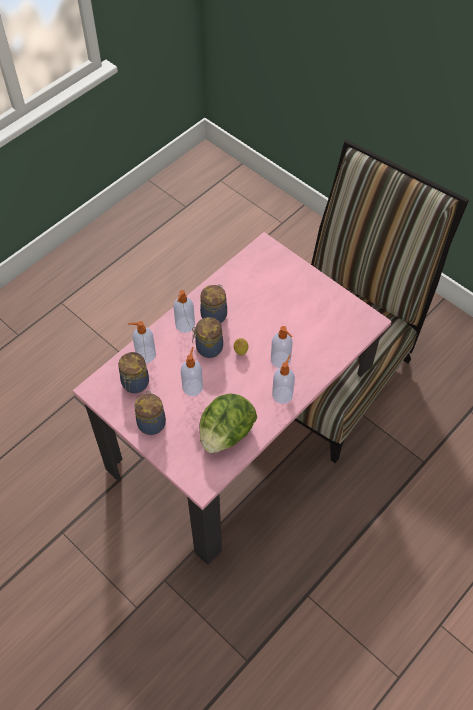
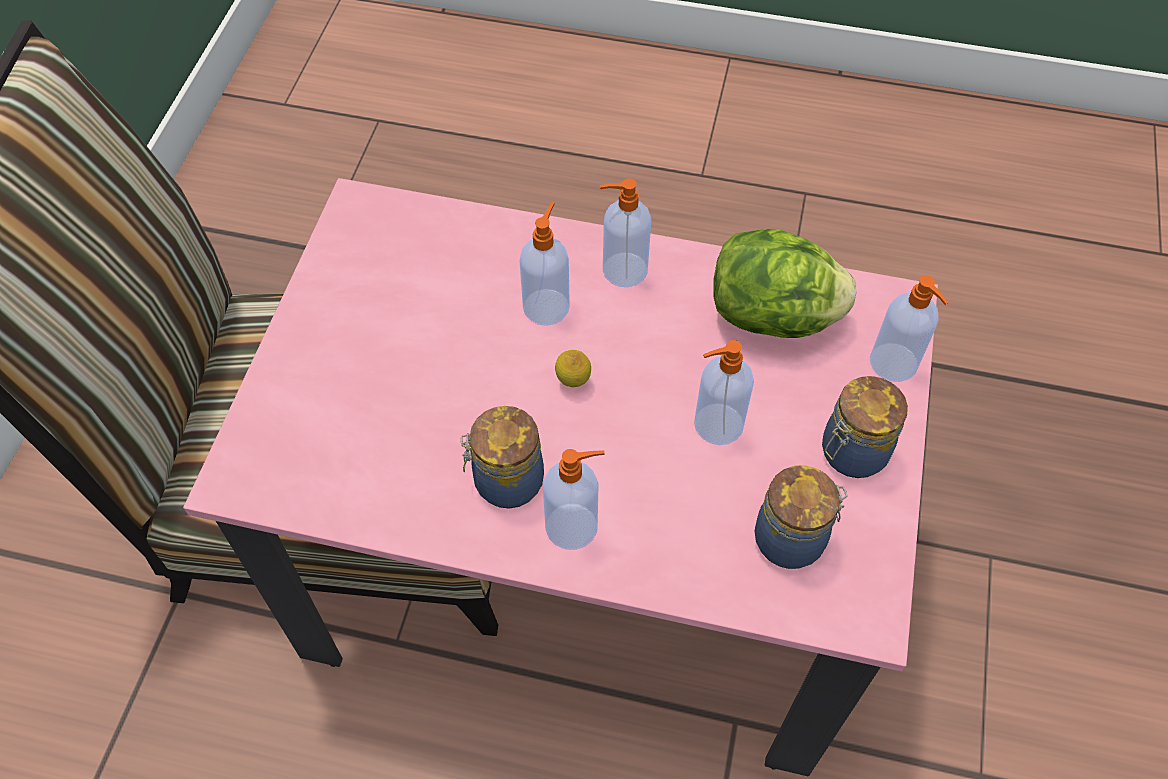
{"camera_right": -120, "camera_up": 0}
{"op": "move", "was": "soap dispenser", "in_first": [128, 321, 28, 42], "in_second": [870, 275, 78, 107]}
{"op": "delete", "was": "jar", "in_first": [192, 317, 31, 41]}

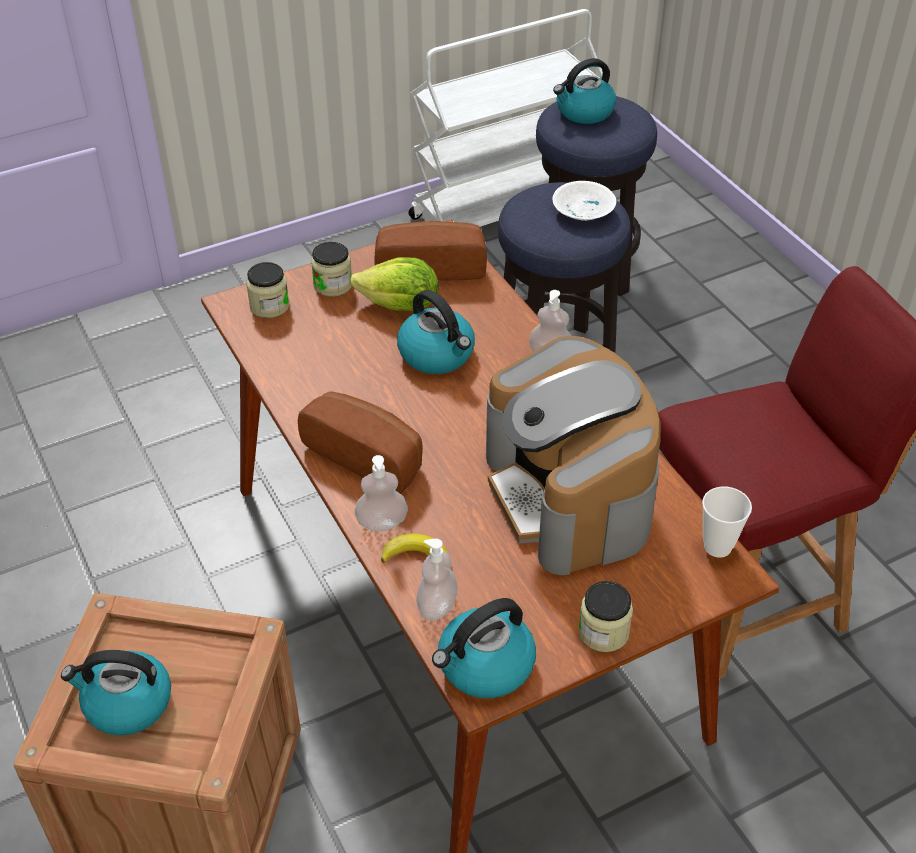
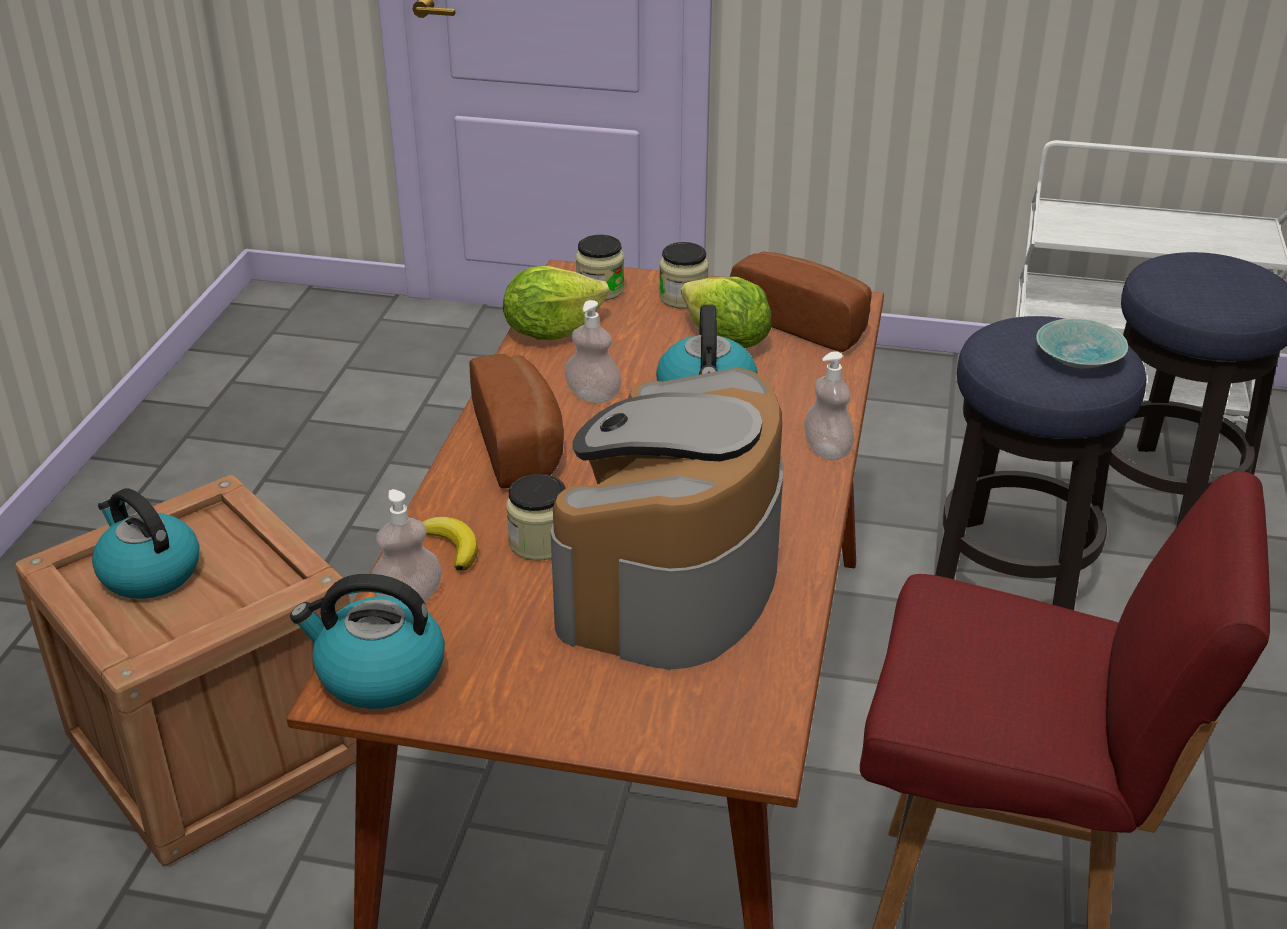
{"camera_right": 40, "camera_up": -10}
{"op": "move", "was": "soap dispenser", "in_first": [355, 455, 53, 76], "in_second": [565, 300, 56, 103]}
{"op": "recolor", "was": "bowl (white)", "now": "bowl (turquoise)", "in_first": [552, 181, 64, 40], "in_second": [1036, 318, 92, 51]}
{"op": "delete", "was": "kettle", "in_first": [553, 58, 63, 66]}
{"op": "move", "was": "jar", "in_first": [578, 581, 55, 71], "in_second": [506, 474, 59, 87]}
{"op": "delete", "was": "cup", "in_first": [702, 487, 50, 71]}
{"op": "insert", "now": "lettuce", "in_second": [503, 266, 106, 74]}

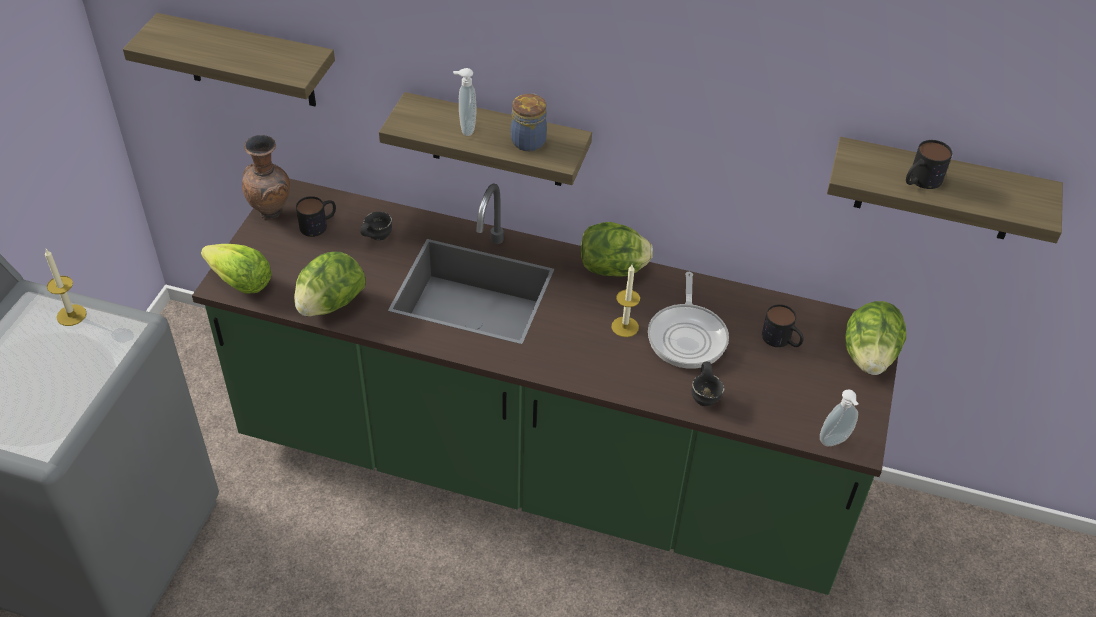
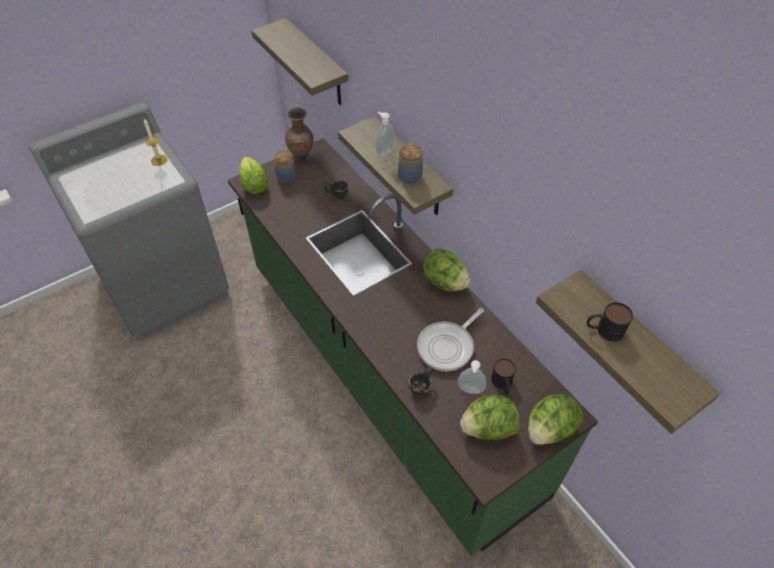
{"camera_right": 40, "camera_up": 5}
{"op": "move", "was": "lettuce", "in_first": [294, 252, 72, 64], "in_second": [460, 395, 60, 45]}
{"op": "delete", "was": "mug", "in_first": [296, 196, 40, 41]}
{"op": "delete", "was": "candle", "in_first": [612, 265, 28, 72]}
{"op": "move", "was": "soap dispenser", "in_first": [820, 390, 38, 56], "in_second": [458, 360, 28, 34]}
{"op": "insert", "now": "jar", "in_second": [274, 151, 22, 32]}

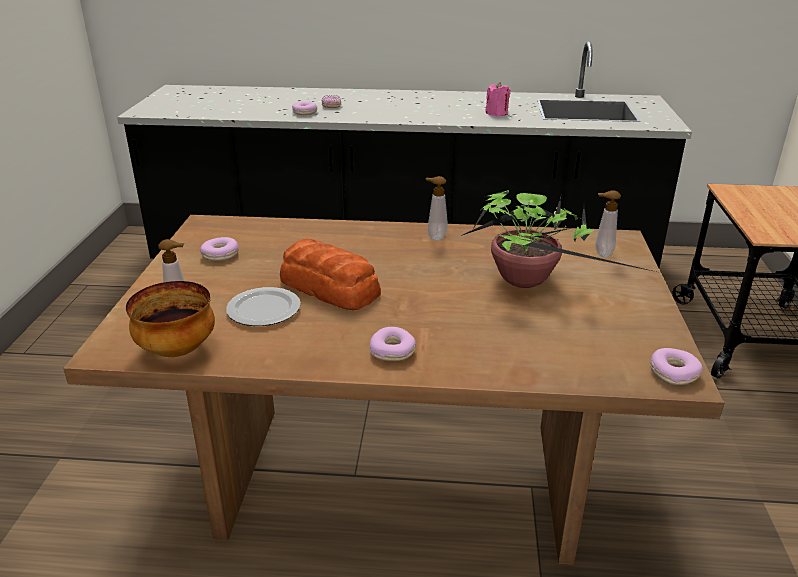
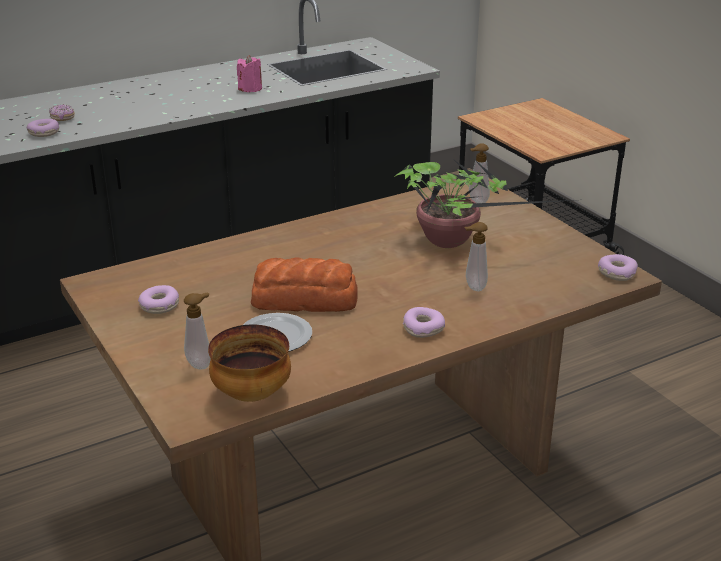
{"camera_right": -35, "camera_up": 0}
{"op": "move", "was": "soap dispenser", "in_first": [425, 176, 23, 65], "in_second": [464, 222, 24, 69]}

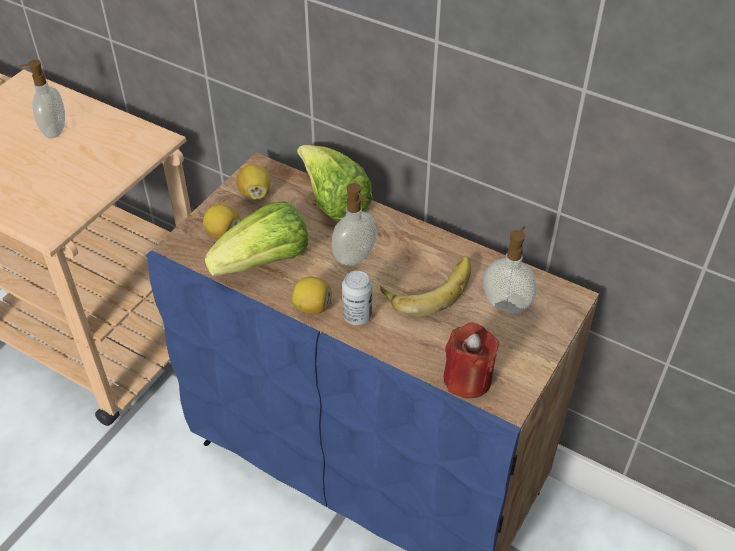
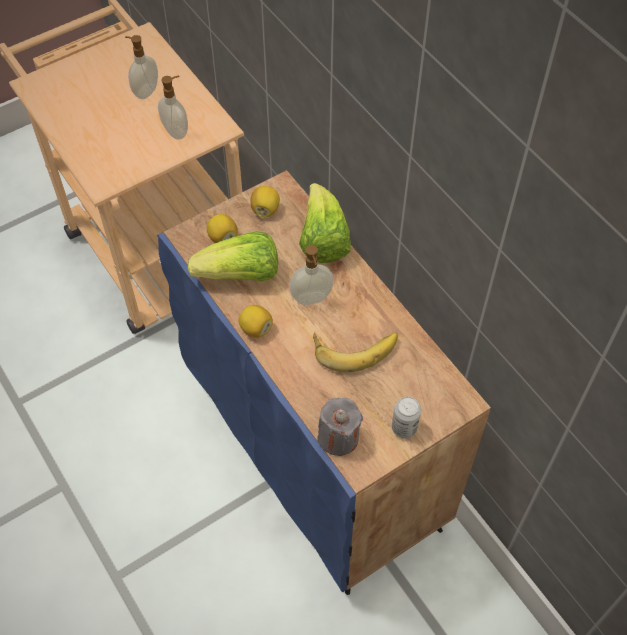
{"camera_right": 25, "camera_up": 10}
{"op": "move", "was": "can", "in_first": [342, 270, 30, 55], "in_second": [392, 396, 29, 43]}
{"op": "recolor", "was": "candle (red)", "now": "candle (grey)", "in_first": [443, 323, 56, 76], "in_second": [317, 398, 46, 58]}
{"op": "move", "was": "soap dispenser", "in_first": [483, 226, 53, 88], "in_second": [158, 75, 30, 65]}

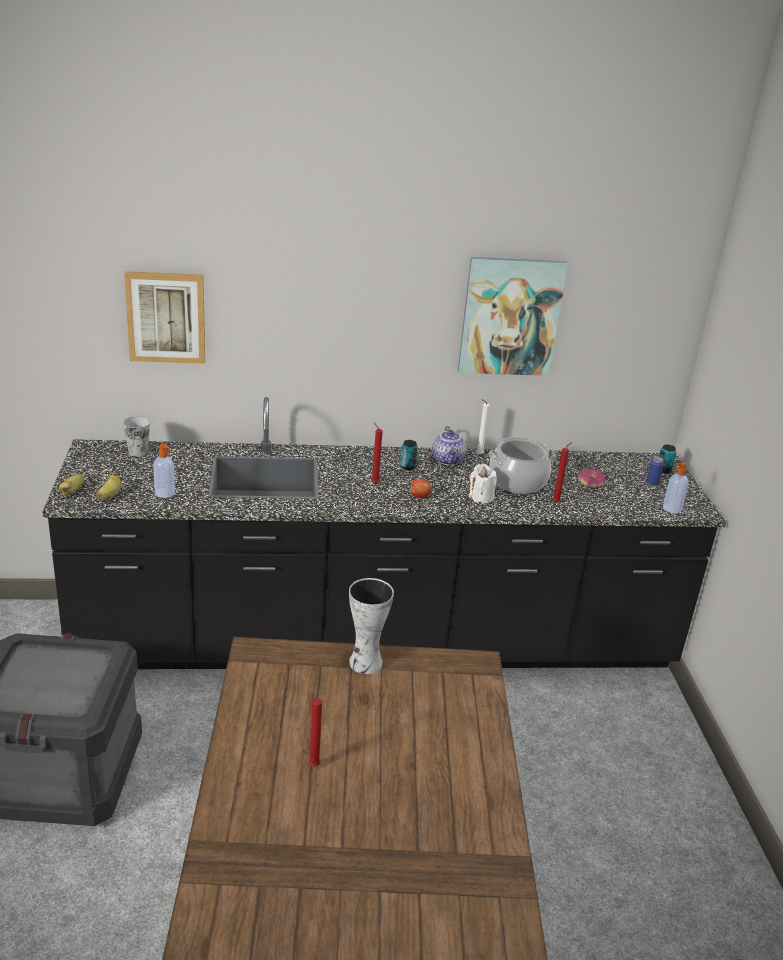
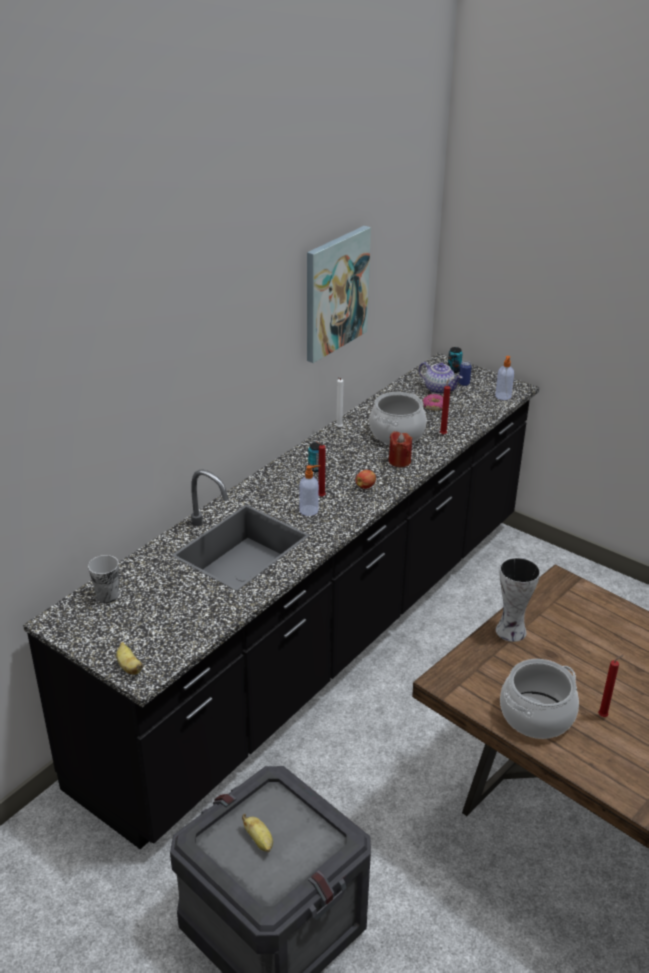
{"camera_right": -45, "camera_up": 5}
{"op": "move", "was": "banana", "in_first": [96, 472, 25, 28], "in_second": [242, 814, 31, 38]}
{"op": "delete", "was": "picture", "in_first": [124, 271, 81, 93]}
{"op": "move", "was": "soap dispenser", "in_first": [153, 444, 22, 54], "in_second": [299, 465, 21, 51]}
{"op": "move", "was": "teapot", "in_first": [432, 426, 34, 39], "in_second": [419, 362, 44, 32]}
{"op": "recolor", "was": "candle (white)", "now": "candle (red)", "in_first": [469, 464, 28, 40], "in_second": [389, 431, 23, 36]}
{"op": "insert", "now": "cooking pot", "in_second": [500, 659, 79, 80]}

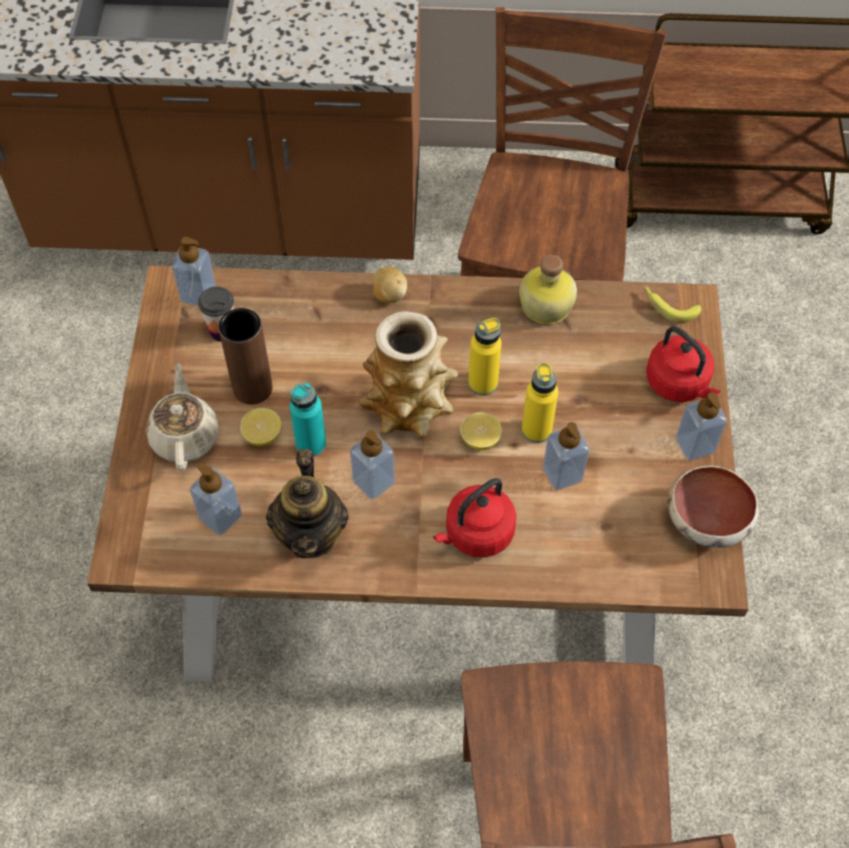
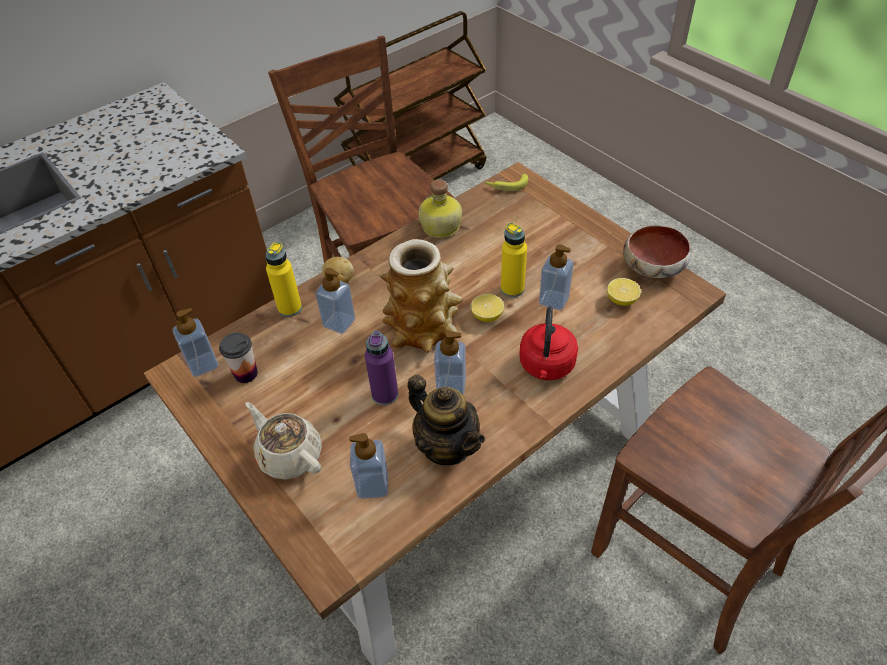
{"camera_right": -40, "camera_up": -10}
{"op": "delete", "was": "vase (brown)", "in_first": [218, 308, 55, 97]}
{"op": "move", "was": "lemon", "in_first": [240, 408, 42, 38], "in_second": [607, 278, 34, 28]}
{"op": "recolor", "was": "bottle (turquoise)", "now": "bottle (purple)", "in_first": [290, 382, 36, 75], "in_second": [365, 331, 33, 74]}
{"op": "move", "was": "bottle (yellow)", "in_first": [468, 318, 34, 78], "in_second": [266, 242, 36, 75]}
{"op": "delete", "was": "kettle (red)", "in_first": [646, 326, 74, 76]}
{"op": "move", "was": "soap dispenser", "in_first": [676, 392, 51, 69], "in_second": [315, 268, 40, 66]}

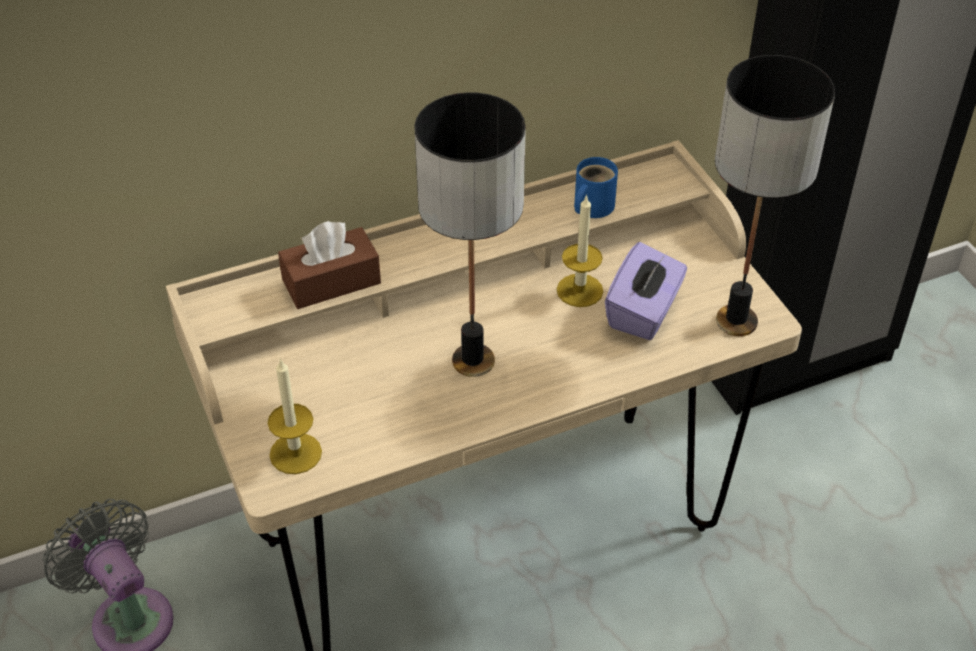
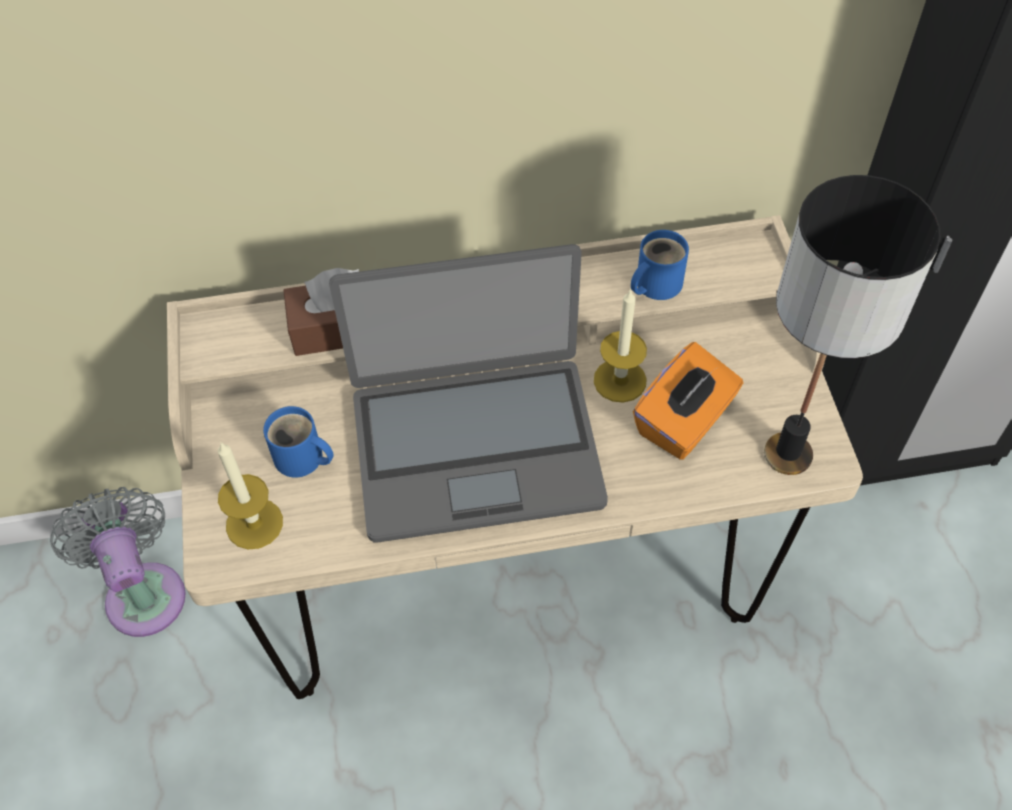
{"camera_right": 15, "camera_up": 10}
{"op": "replace", "was": "table lamp", "now": "laptop", "in_first": [414, 92, 112, 285], "in_second": [329, 244, 279, 299]}
{"op": "recolor", "was": "tissue box (purple)", "now": "tissue box (orange)", "in_first": [605, 242, 82, 98], "in_second": [633, 342, 110, 118]}
{"op": "insert", "now": "mug (blue)", "in_second": [263, 406, 71, 72]}

